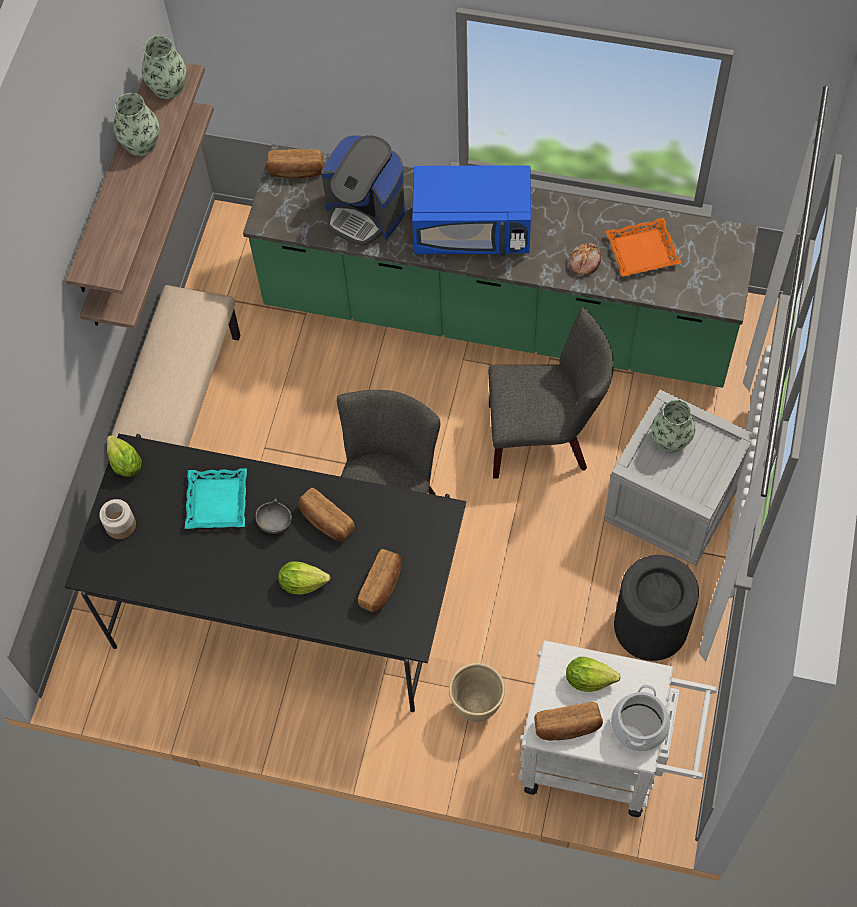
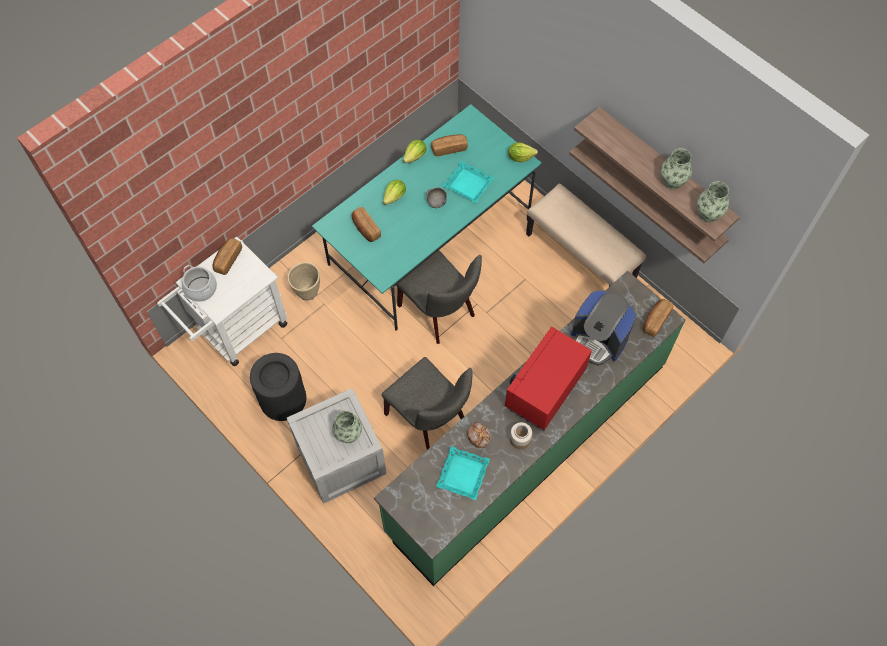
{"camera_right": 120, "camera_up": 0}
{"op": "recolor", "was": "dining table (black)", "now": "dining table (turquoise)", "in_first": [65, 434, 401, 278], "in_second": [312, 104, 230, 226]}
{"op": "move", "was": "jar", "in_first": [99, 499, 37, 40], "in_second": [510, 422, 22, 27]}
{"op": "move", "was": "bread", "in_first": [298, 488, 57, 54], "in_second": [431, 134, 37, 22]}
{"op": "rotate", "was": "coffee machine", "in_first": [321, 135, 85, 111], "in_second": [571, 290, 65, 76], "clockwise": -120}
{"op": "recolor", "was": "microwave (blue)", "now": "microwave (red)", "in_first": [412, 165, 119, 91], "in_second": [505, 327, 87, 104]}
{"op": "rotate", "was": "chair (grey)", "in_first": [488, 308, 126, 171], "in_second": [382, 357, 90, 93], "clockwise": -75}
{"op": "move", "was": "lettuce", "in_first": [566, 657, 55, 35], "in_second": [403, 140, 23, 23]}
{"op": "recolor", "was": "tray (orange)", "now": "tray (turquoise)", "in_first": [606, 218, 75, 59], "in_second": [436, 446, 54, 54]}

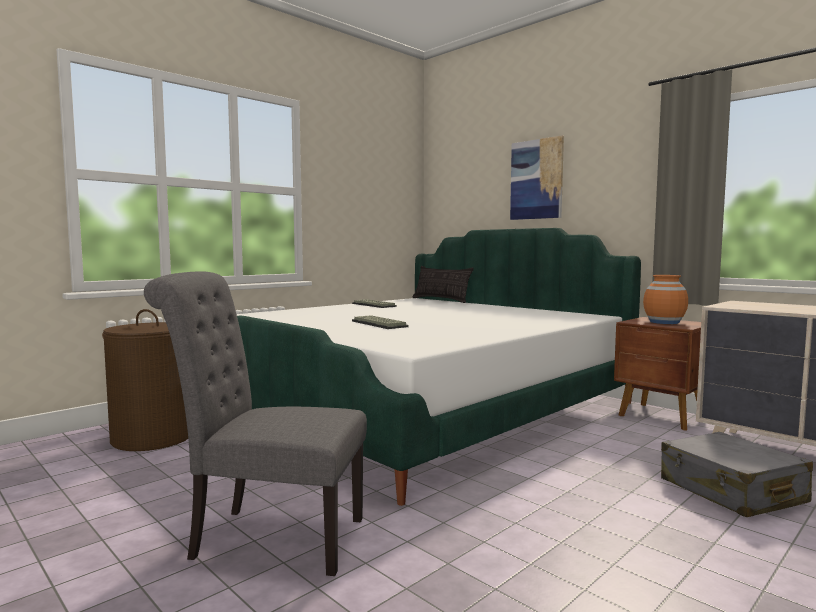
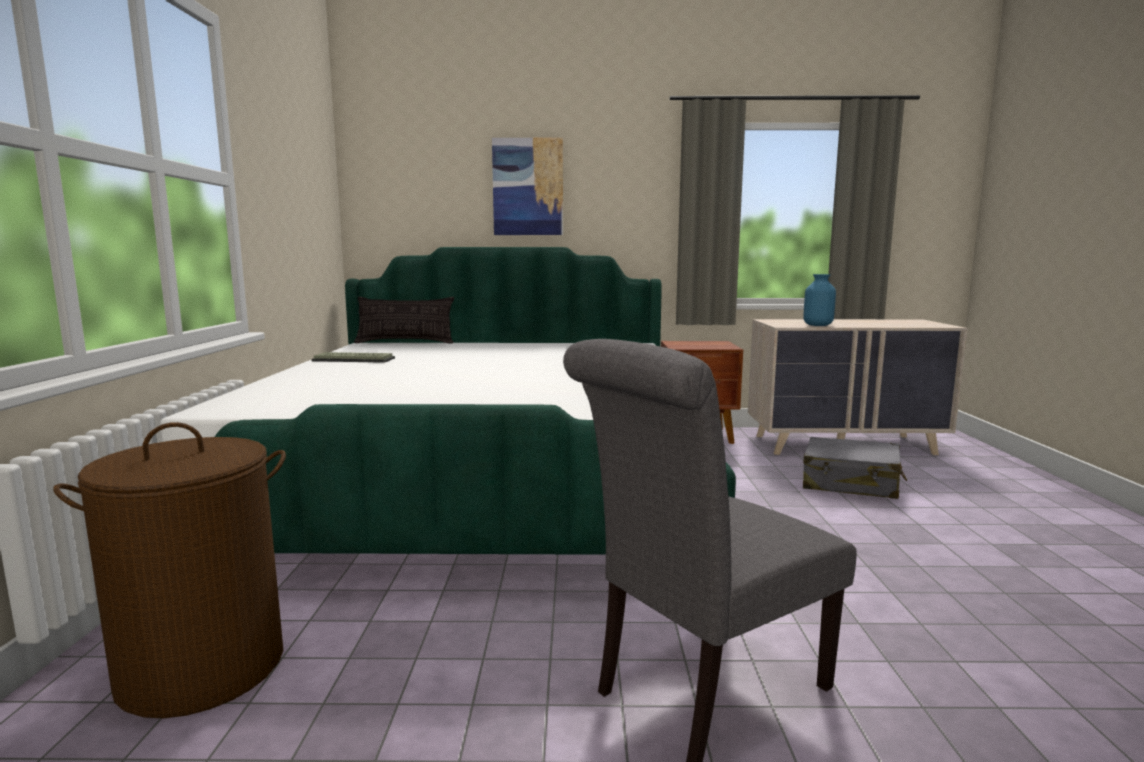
{"camera_right": -45, "camera_up": 5}
{"op": "delete", "was": "keyboard", "in_first": [352, 315, 56, 14]}
{"op": "delete", "was": "vase (orange)", "in_first": [643, 275, 45, 49]}
{"op": "insert", "now": "vase (blue)", "in_second": [803, 274, 33, 52]}

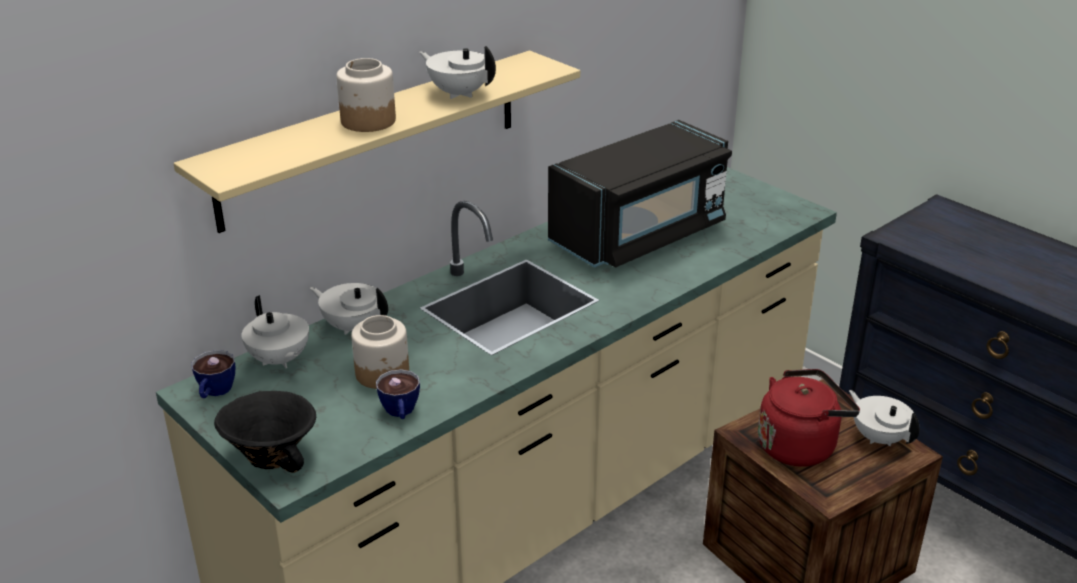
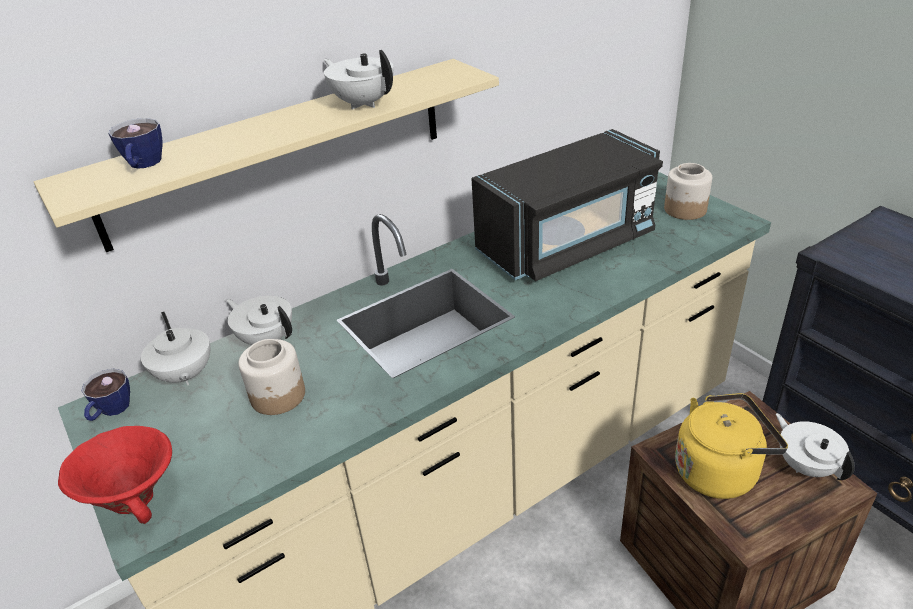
{"camera_right": 10, "camera_up": 5}
{"op": "recolor", "was": "bowl (black)", "now": "bowl (red)", "in_first": [214, 391, 102, 82], "in_second": [58, 426, 114, 98]}
{"op": "move", "was": "jar", "in_first": [336, 58, 60, 74], "in_second": [664, 163, 48, 57]}
{"op": "move", "was": "cup", "in_first": [376, 369, 44, 50], "in_second": [108, 118, 54, 51]}
{"op": "recolor", "was": "kettle (red)", "now": "kettle (yellow)", "in_first": [758, 369, 102, 98], "in_second": [675, 393, 113, 106]}

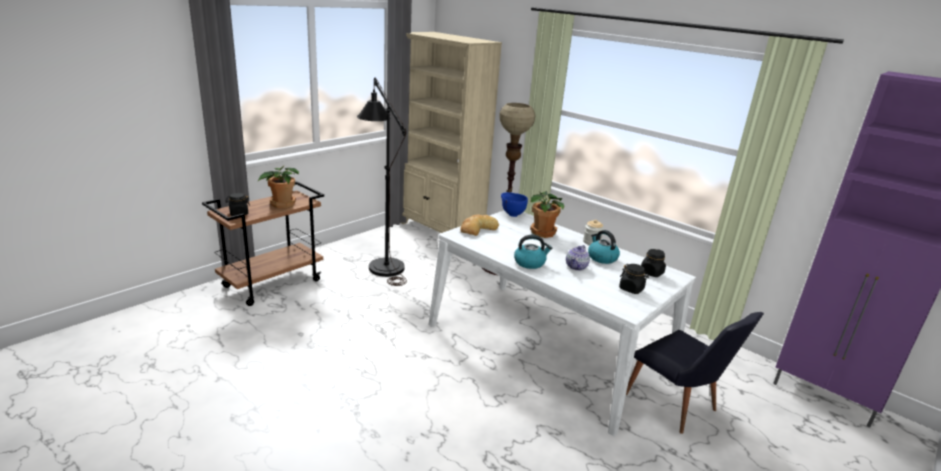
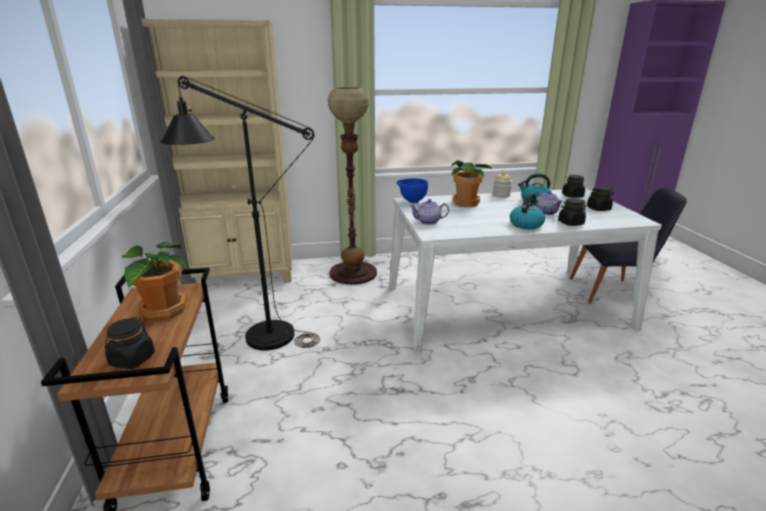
{"camera_right": -50, "camera_up": 0}
{"op": "replace", "was": "bread", "now": "teapot", "in_first": [460, 214, 39, 22], "in_second": [409, 199, 40, 26]}
{"op": "insert", "now": "jar (black)", "in_second": [558, 198, 28, 28]}

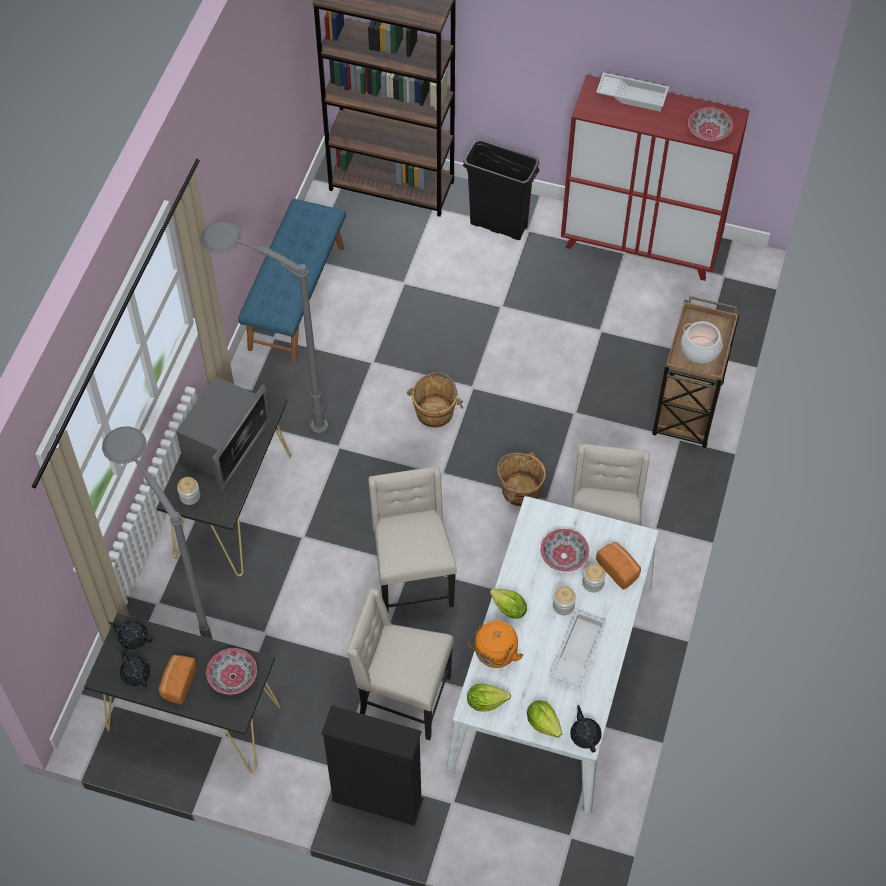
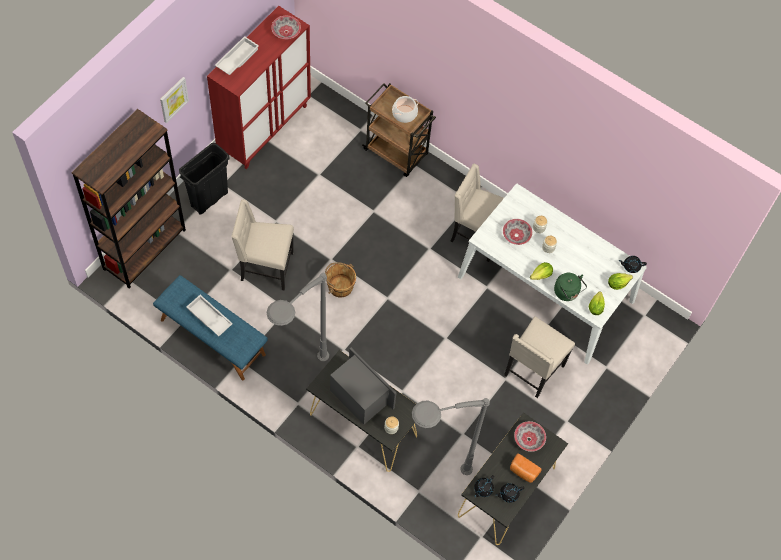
{"camera_right": -75, "camera_up": 5}
{"op": "delete", "was": "bookcase (black)", "in_first": [321, 705, 102, 121]}
{"op": "move", "was": "chair (beige)", "in_first": [369, 466, 88, 147], "in_second": [231, 199, 63, 92]}
{"op": "recolor", "was": "kettle (orange)", "now": "kettle (green)", "in_first": [468, 620, 55, 48], "in_second": [554, 273, 33, 28]}
{"op": "delete", "was": "bucket (brown)", "in_first": [497, 452, 49, 54]}
{"op": "move", "was": "tray (white)", "in_first": [549, 611, 58, 77], "in_second": [187, 295, 46, 41]}
{"op": "delete", "was": "bread", "in_first": [596, 542, 45, 48]}
{"op": "insert", "now": "picture", "in_second": [160, 77, 29, 46]}

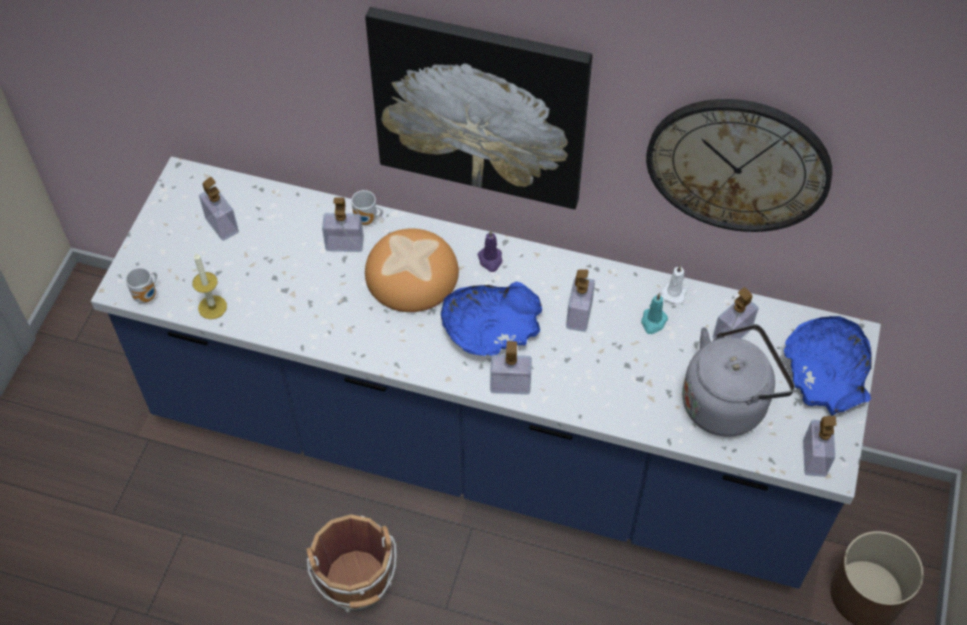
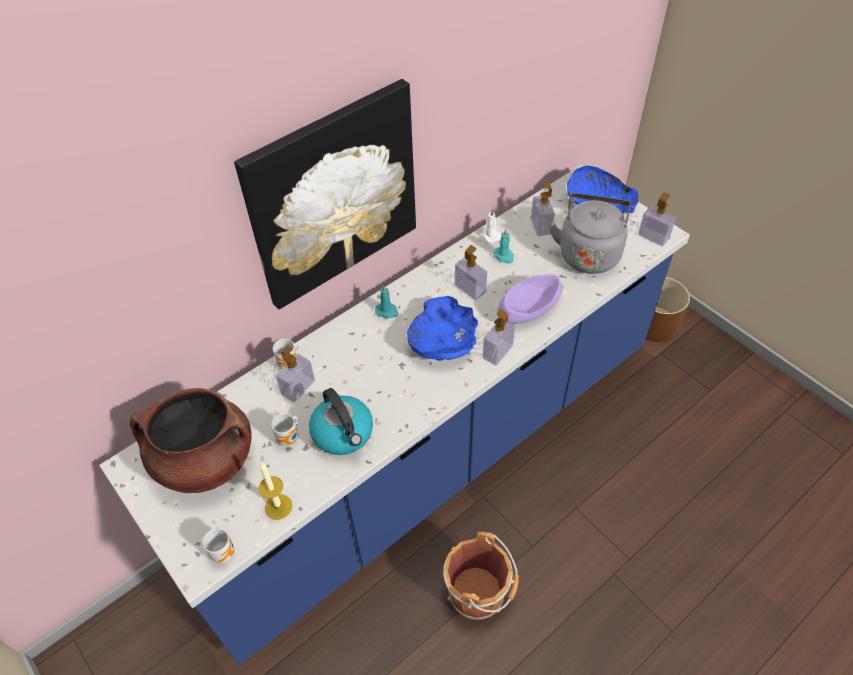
{"camera_right": -55, "camera_up": -5}
{"op": "replace", "was": "soap dispenser", "now": "cooking pot (brown)", "in_first": [199, 177, 40, 64], "in_second": [130, 388, 122, 105]}
{"op": "delete", "was": "bread", "in_first": [365, 228, 94, 84]}
{"op": "recolor", "was": "candle (purple)", "now": "candle (turquoise)", "in_first": [477, 230, 25, 42], "in_second": [375, 285, 24, 33]}
{"op": "delete", "was": "wall clock", "in_first": [646, 99, 186, 133]}
{"op": "insert", "now": "mug", "in_second": [271, 414, 27, 32]}
{"op": "insert", "now": "kettle", "in_second": [309, 388, 64, 67]}
{"op": "insert", "now": "bowl (purple)", "in_second": [498, 275, 65, 49]}

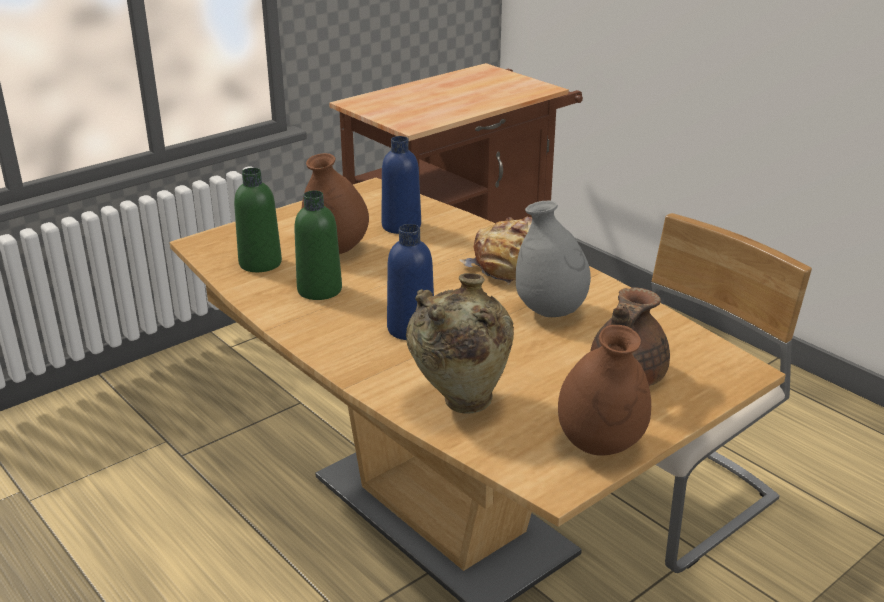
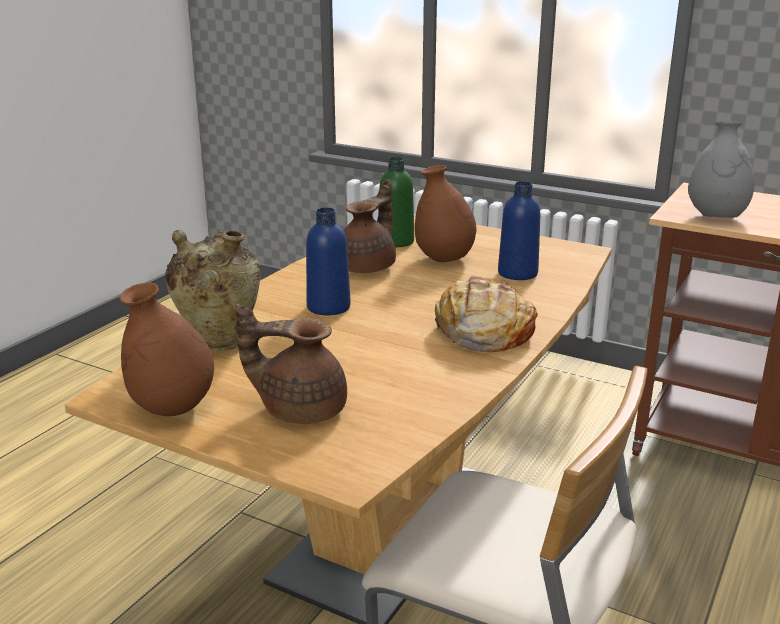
{"camera_right": 70, "camera_up": -5}
{"op": "replace", "was": "bottle (green)", "now": "teapot (brown)", "in_first": [294, 191, 48, 109], "in_second": [344, 179, 52, 94]}
{"op": "move", "was": "vase (grey)", "in_first": [516, 200, 75, 117], "in_second": [688, 121, 67, 97]}

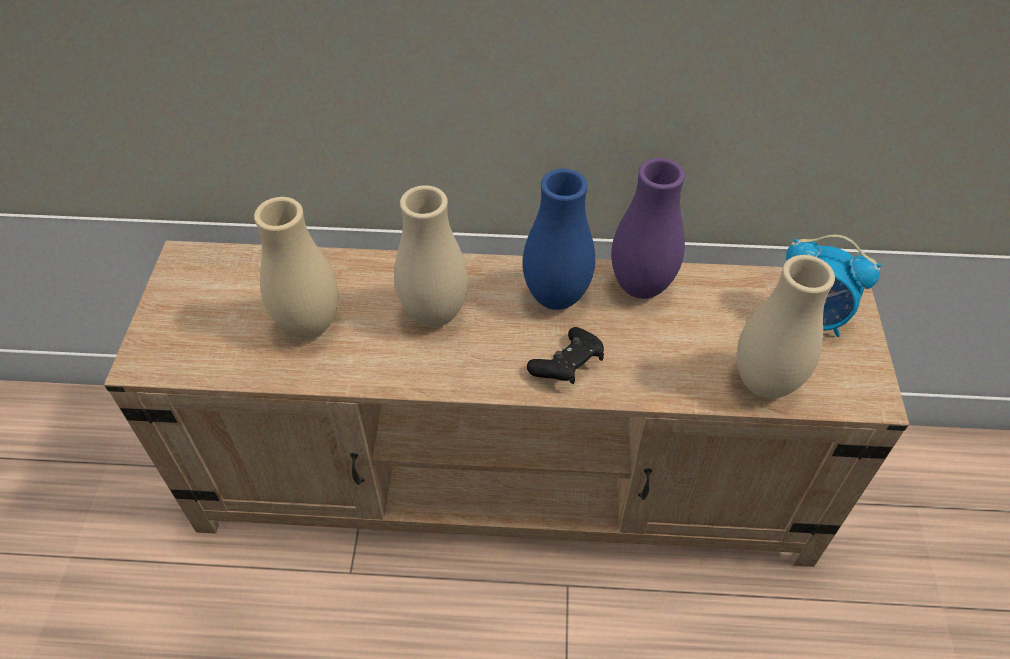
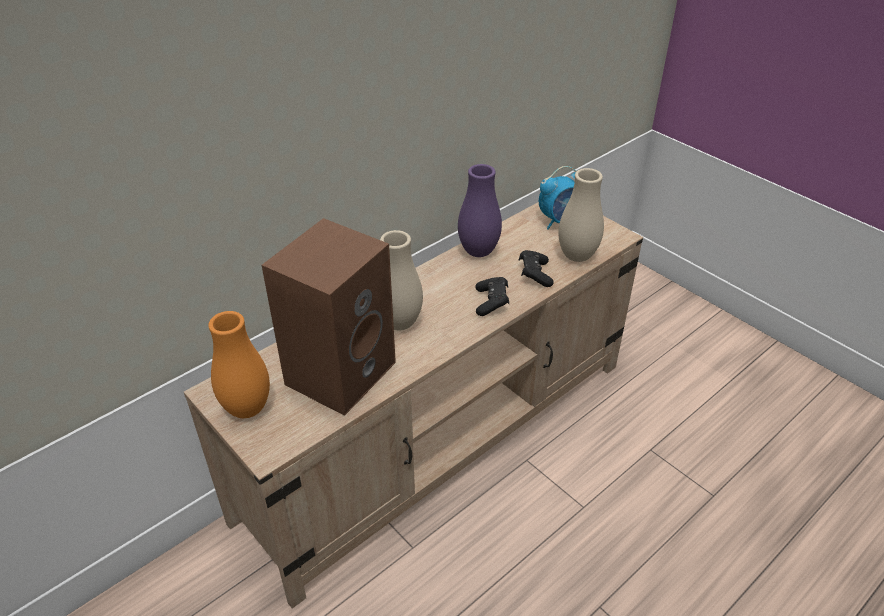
{"camera_right": -45, "camera_up": -10}
{"op": "replace", "was": "vase (beige)", "now": "speaker (brown)", "in_first": [254, 197, 84, 142], "in_second": [262, 218, 134, 198]}
{"op": "delete", "was": "vase (blue)", "in_first": [523, 169, 72, 141]}
{"op": "insert", "now": "vase (orange)", "in_second": [208, 311, 62, 107]}
{"op": "insert", "now": "game controller (black)", "in_second": [519, 250, 35, 37]}

